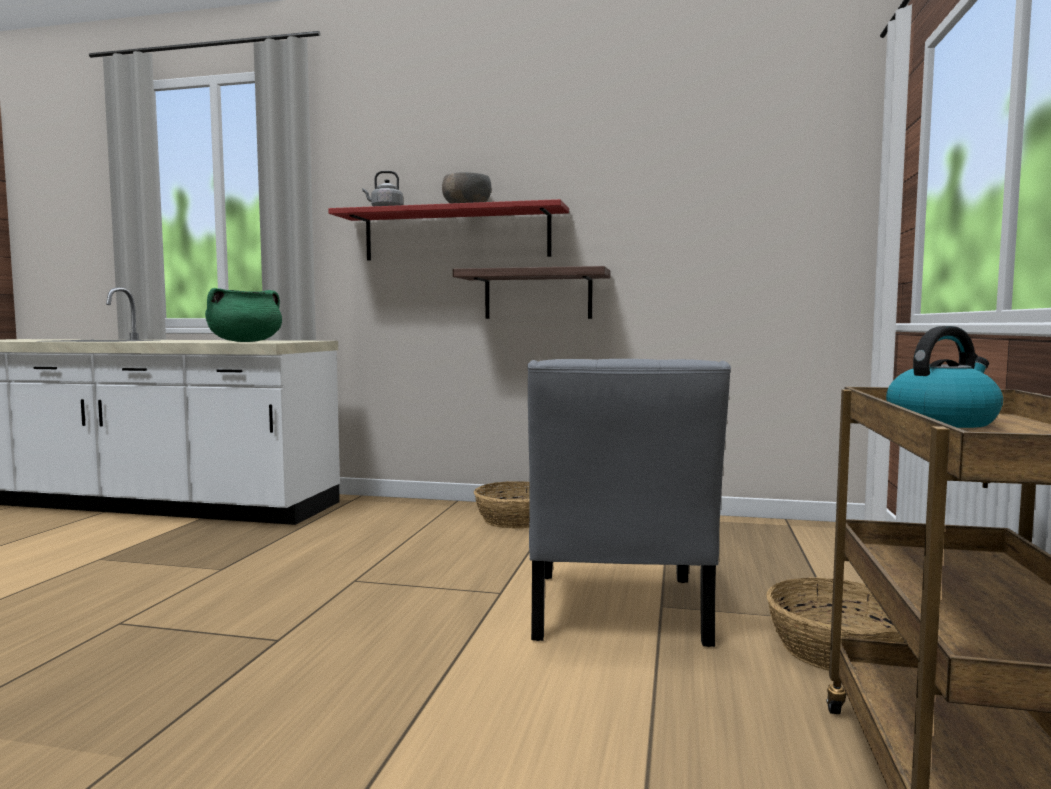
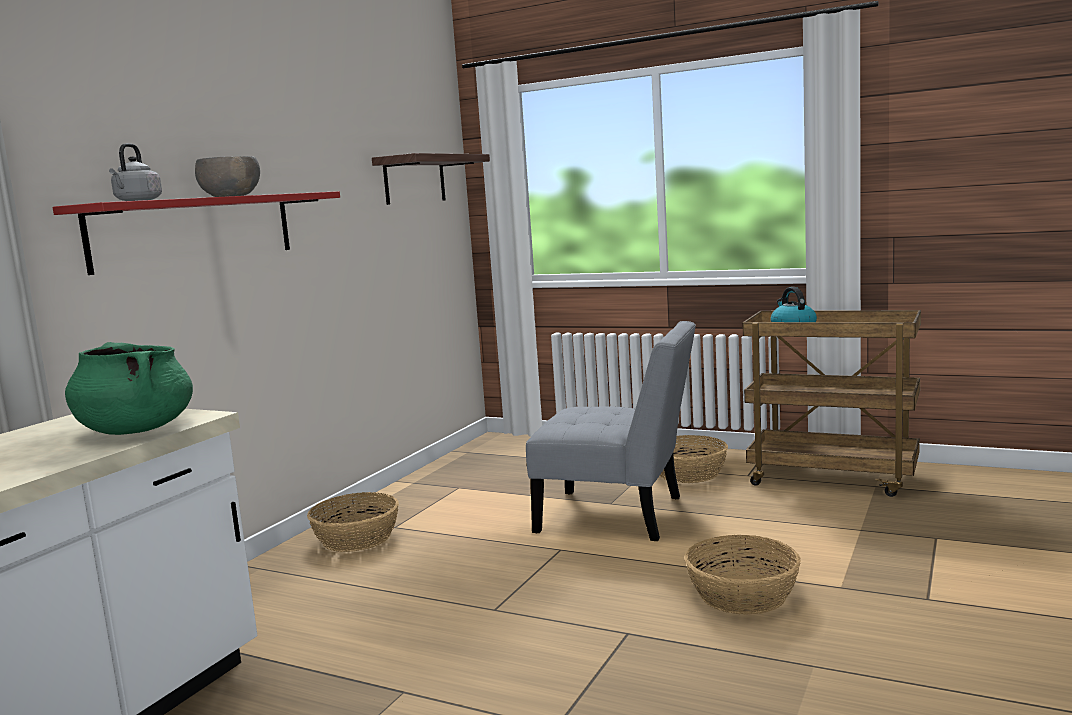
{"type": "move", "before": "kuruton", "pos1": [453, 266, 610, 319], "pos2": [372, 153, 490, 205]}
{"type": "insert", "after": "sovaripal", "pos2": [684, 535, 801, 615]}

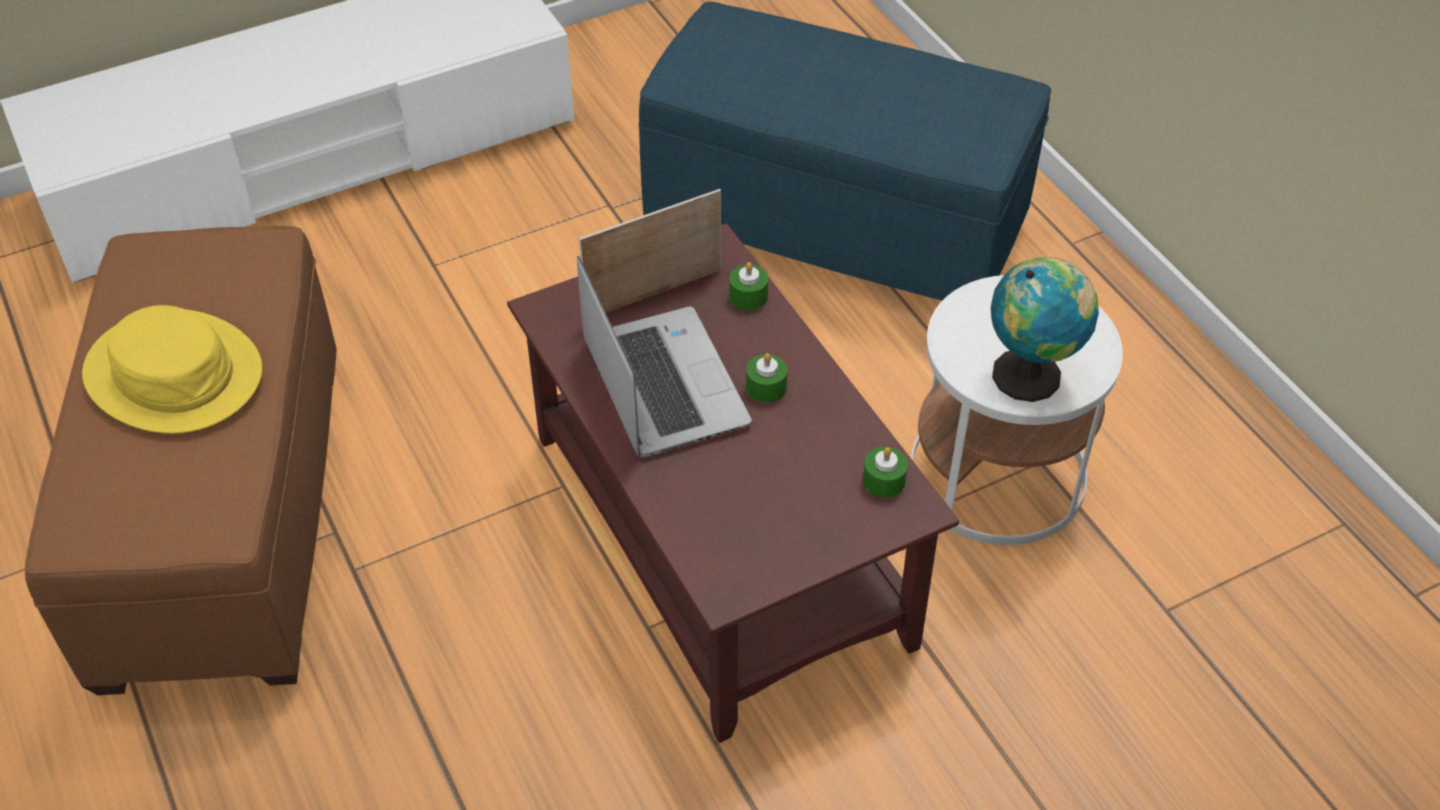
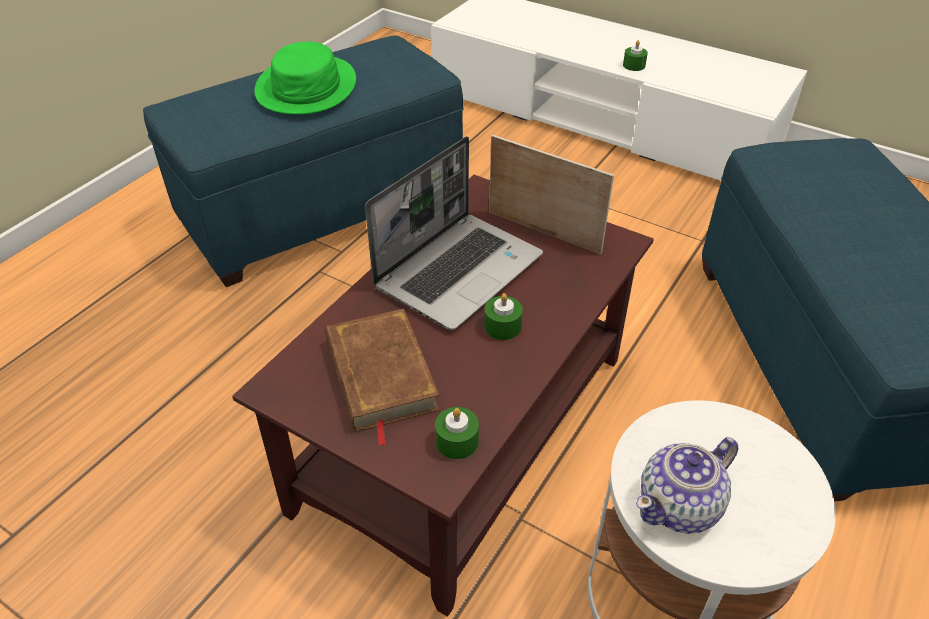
{"type": "recolor", "before": "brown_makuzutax", "after": "blue_makuzutax", "pos1": [25, 226, 337, 695], "pos2": [143, 35, 464, 287]}
{"type": "recolor", "before": "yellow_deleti", "after": "green_deleti", "pos1": [82, 305, 262, 434], "pos2": [254, 42, 356, 114]}
{"type": "insert", "after": "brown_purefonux", "pos2": [325, 309, 440, 446]}
{"type": "move", "before": "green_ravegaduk", "pos1": [729, 262, 768, 310], "pos2": [623, 40, 648, 71]}
{"type": "replace", "before": "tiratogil", "after": "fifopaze", "pos1": [991, 257, 1099, 402], "pos2": [636, 437, 738, 534]}

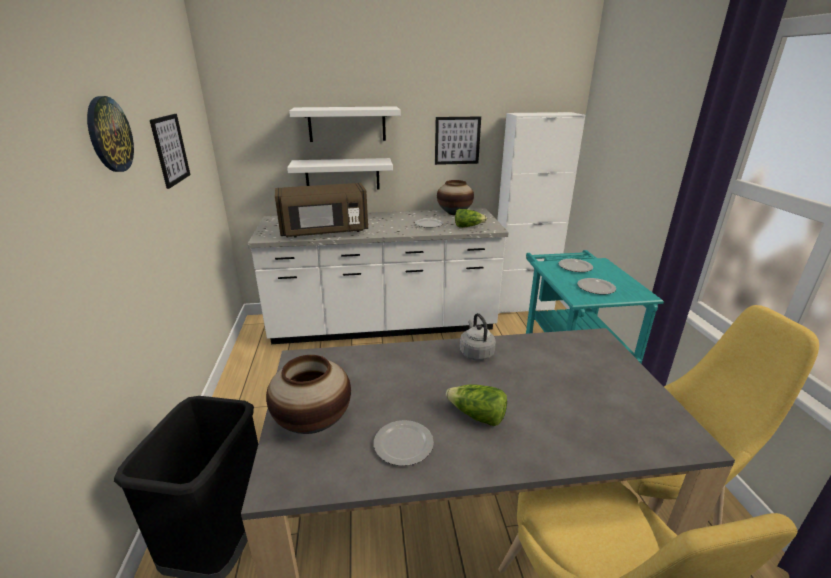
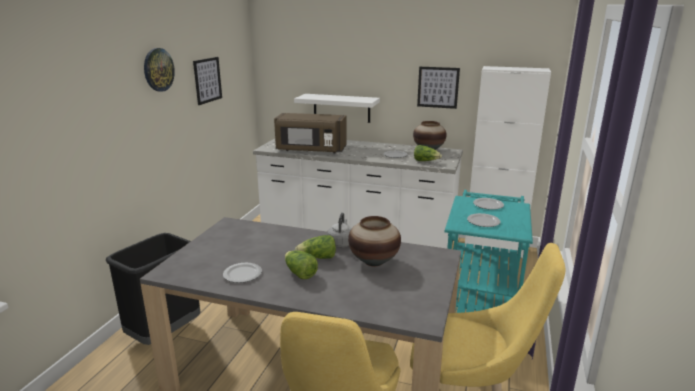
{"type": "insert", "after": "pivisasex", "pos2": [295, 235, 336, 259]}
{"type": "move", "before": "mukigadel", "pos1": [266, 355, 351, 434], "pos2": [348, 216, 401, 267]}
{"type": "delete", "before": "white_kuruton", "pos1": [289, 106, 400, 142]}

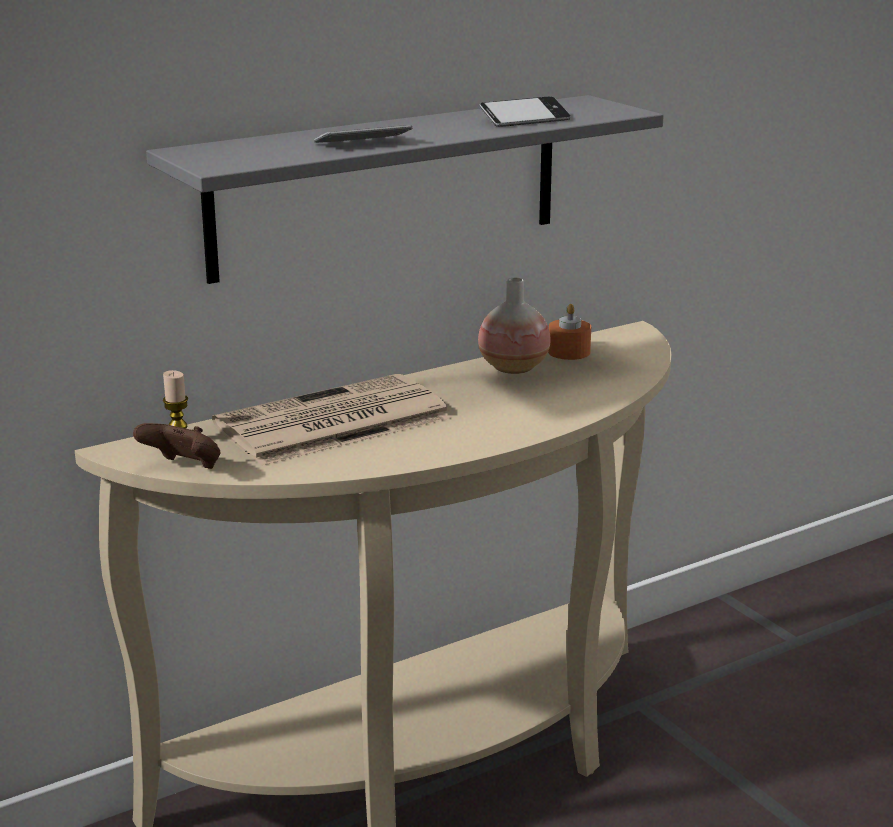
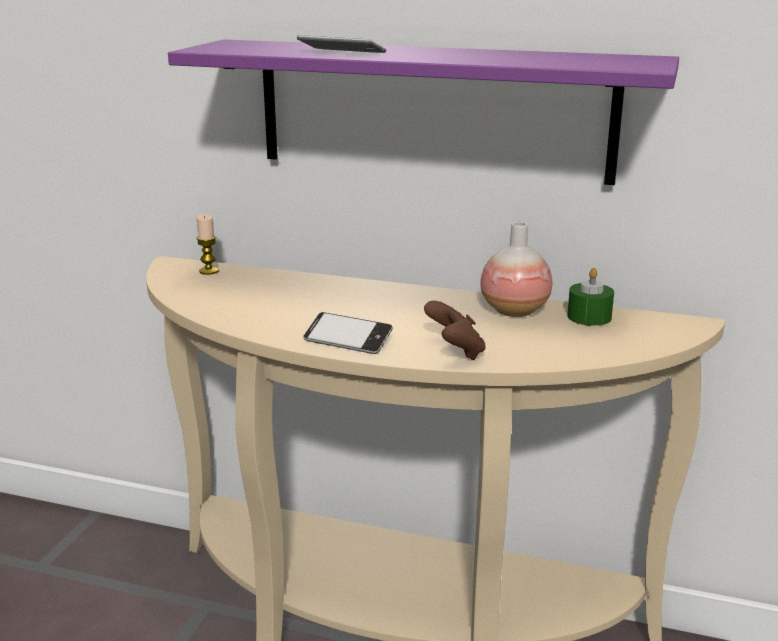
{"type": "recolor", "before": "grey_kuruton", "after": "purple_kuruton", "pos1": [146, 95, 664, 284], "pos2": [168, 39, 679, 185]}
{"type": "move", "before": "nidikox", "pos1": [479, 96, 571, 127], "pos2": [303, 312, 393, 354]}
{"type": "move", "before": "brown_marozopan", "pos1": [133, 423, 220, 469], "pos2": [424, 301, 486, 360]}
{"type": "recolor", "before": "orange_ravegaduk", "after": "green_ravegaduk", "pos1": [548, 304, 591, 360], "pos2": [567, 268, 614, 326]}
{"type": "delete", "before": "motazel", "pos1": [212, 374, 452, 466]}

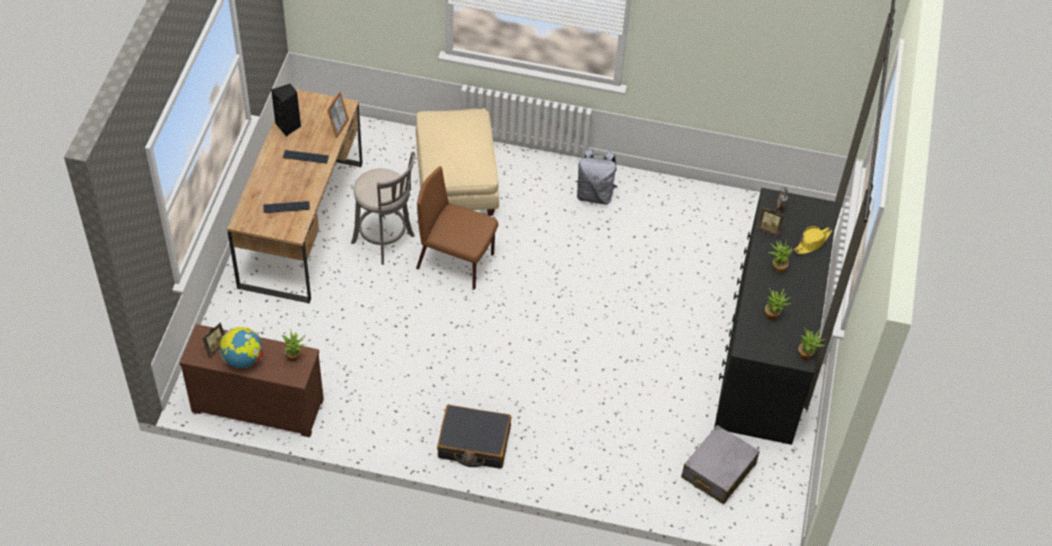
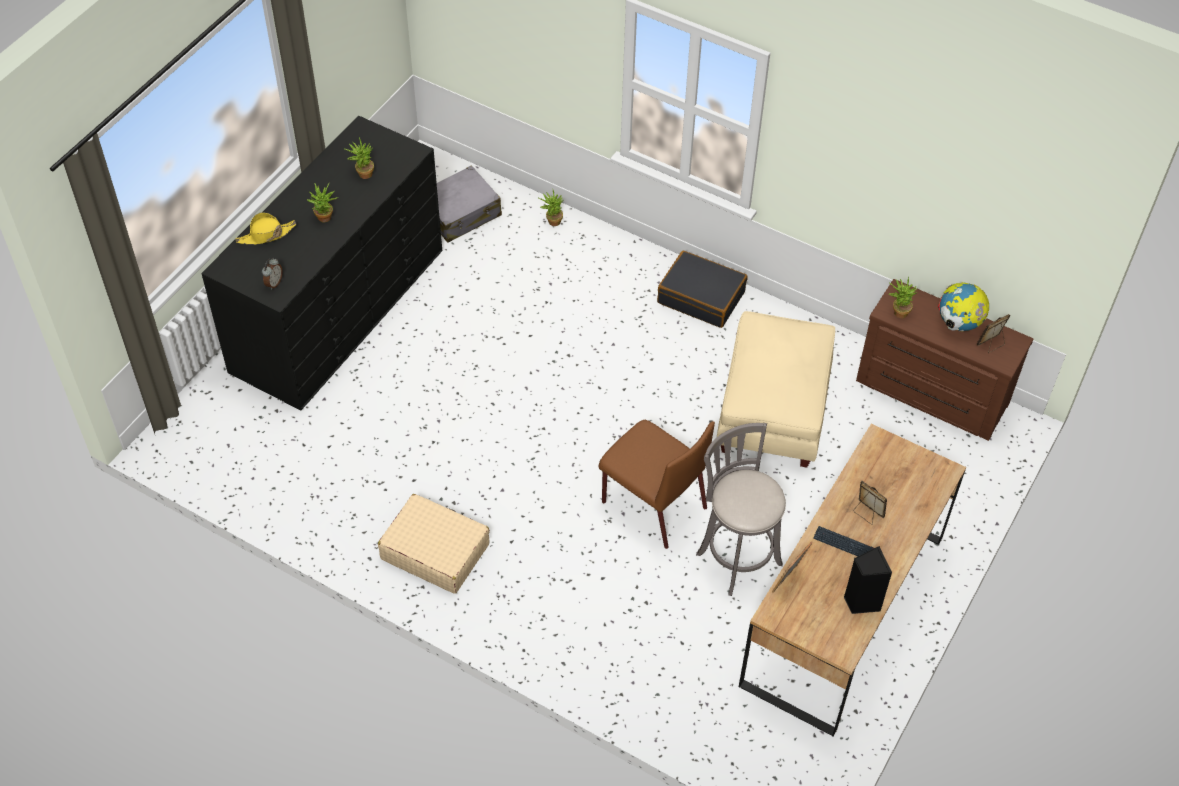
{"type": "replace", "before": "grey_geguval", "after": "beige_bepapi", "pos1": [575, 149, 617, 204], "pos2": [378, 494, 490, 594]}
{"type": "move", "before": "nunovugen", "pos1": [798, 327, 827, 360], "pos2": [539, 190, 563, 226]}
{"type": "move", "before": "beige_makuzutax", "pos1": [416, 108, 499, 216], "pos2": [717, 311, 835, 468]}
{"type": "move", "before": "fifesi", "pos1": [757, 207, 785, 237], "pos2": [853, 481, 887, 525]}
{"type": "delete", "before": "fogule", "pos1": [263, 201, 310, 213]}

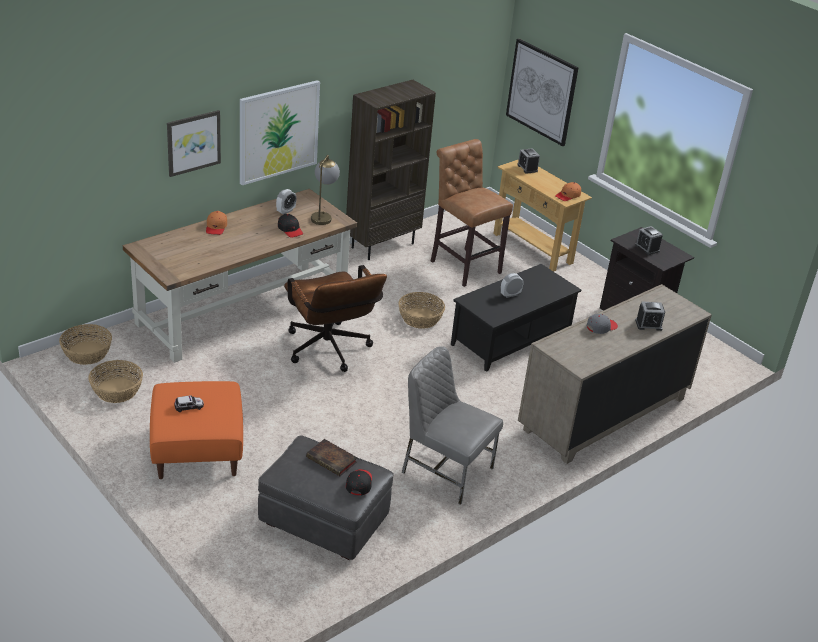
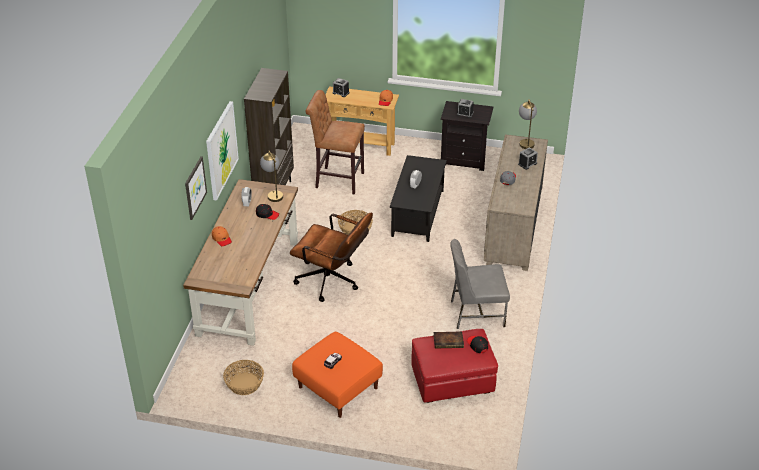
{"type": "recolor", "before": "grey_makuzutax", "after": "red_makuzutax", "pos1": [258, 435, 394, 560], "pos2": [412, 329, 498, 403]}
{"type": "insert", "after": "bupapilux", "pos2": [519, 99, 537, 149]}
{"type": "delete", "before": "sovaripal", "pos1": [59, 324, 112, 365]}
{"type": "delete", "before": "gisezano", "pos1": [506, 39, 579, 146]}

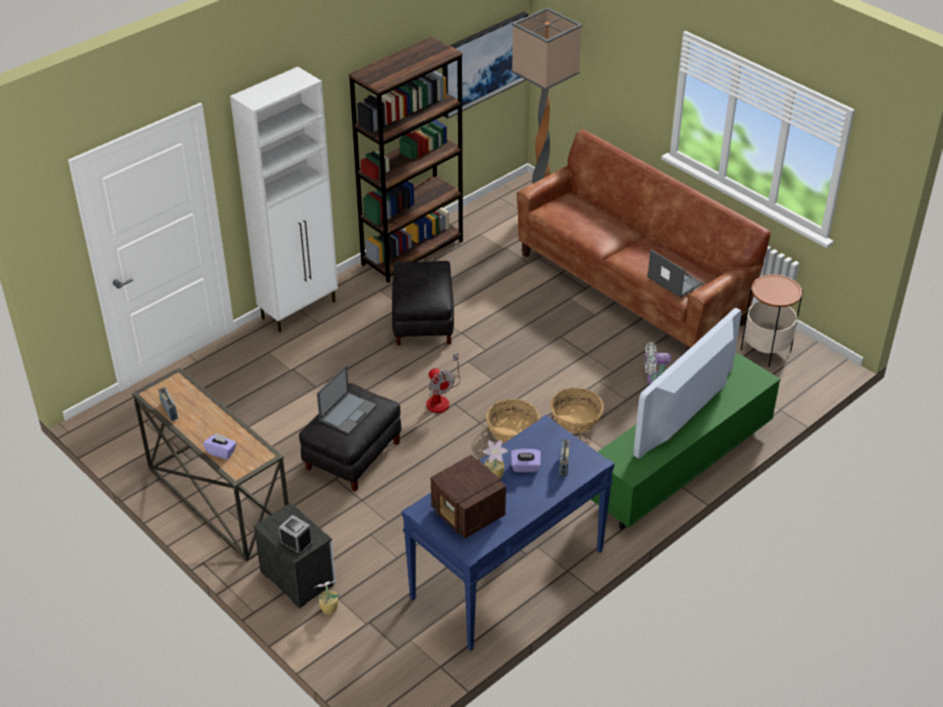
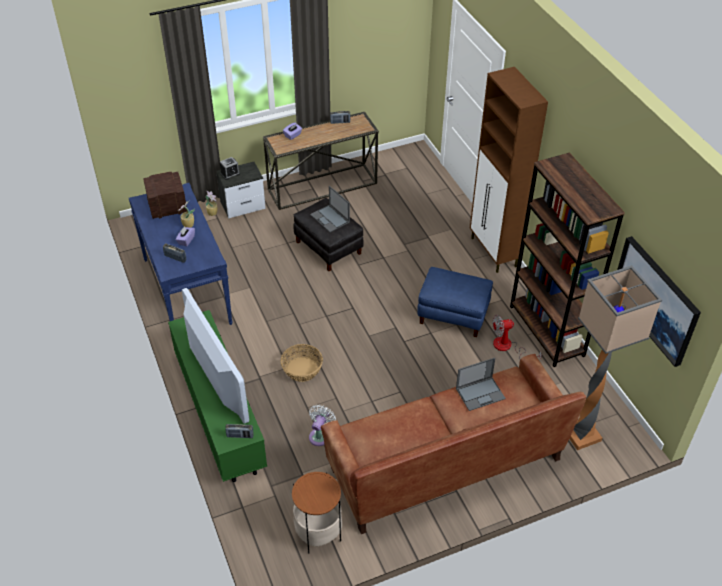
{"type": "insert", "after": "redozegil", "pos2": [225, 424, 253, 438]}
{"type": "recolor", "before": "black_makuzutax", "after": "blue_makuzutax", "pos1": [392, 261, 454, 345], "pos2": [417, 267, 493, 337]}
{"type": "move", "before": "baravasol", "pos1": [648, 250, 703, 298], "pos2": [456, 358, 506, 411]}
{"type": "recolor", "before": "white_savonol", "after": "brown_savonol", "pos1": [230, 67, 338, 332], "pos2": [470, 67, 548, 273]}
{"type": "move", "before": "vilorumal", "pos1": [426, 353, 460, 413], "pos2": [493, 314, 542, 359]}
{"type": "delete", "before": "sovaripal", "pos1": [486, 399, 540, 443]}

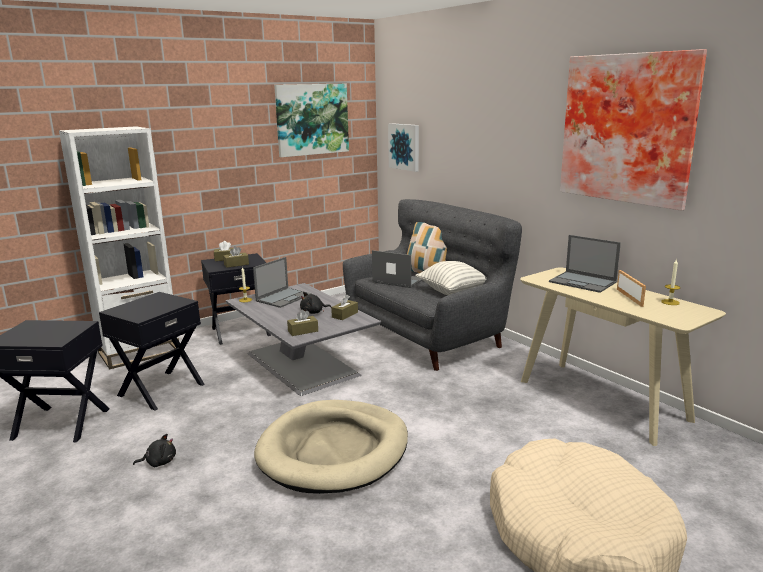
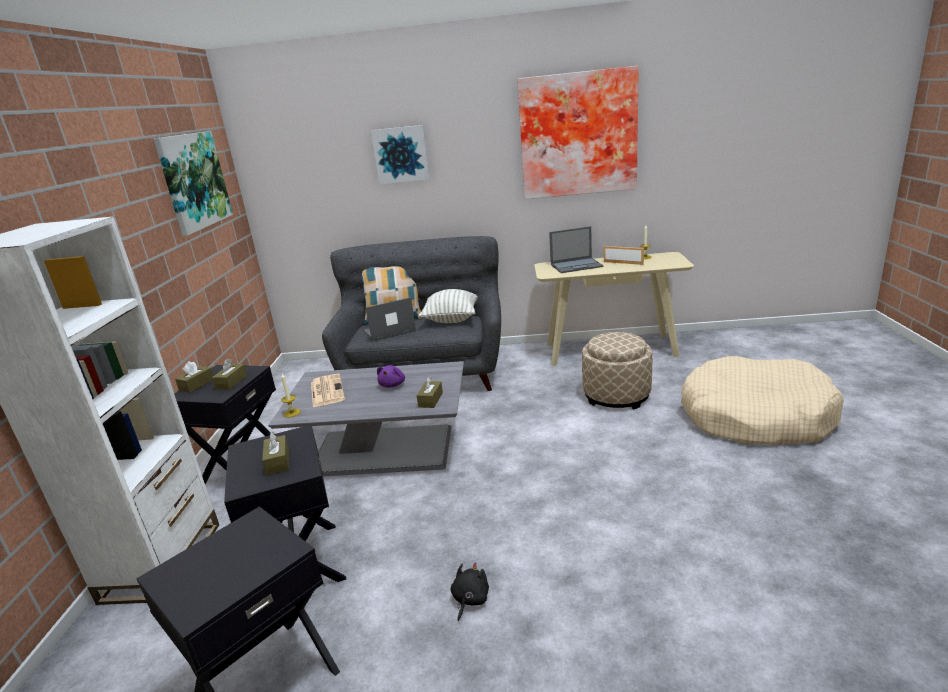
{"type": "move", "before": "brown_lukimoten", "pos1": [331, 294, 358, 320], "pos2": [262, 431, 289, 475]}
{"type": "replace", "before": "baravasol", "after": "motazel", "pos1": [253, 257, 312, 308], "pos2": [311, 374, 345, 407]}
{"type": "move", "before": "gisezano", "pos1": [388, 123, 419, 172], "pos2": [371, 125, 430, 184]}
{"type": "recolor", "before": "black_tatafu", "after": "purple_tatafu", "pos1": [300, 292, 331, 314], "pos2": [377, 365, 405, 388]}
{"type": "insert", "after": "beige_makuzutax", "pos2": [582, 332, 652, 410]}
{"type": "delete", "before": "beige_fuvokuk", "pos1": [254, 400, 408, 494]}

